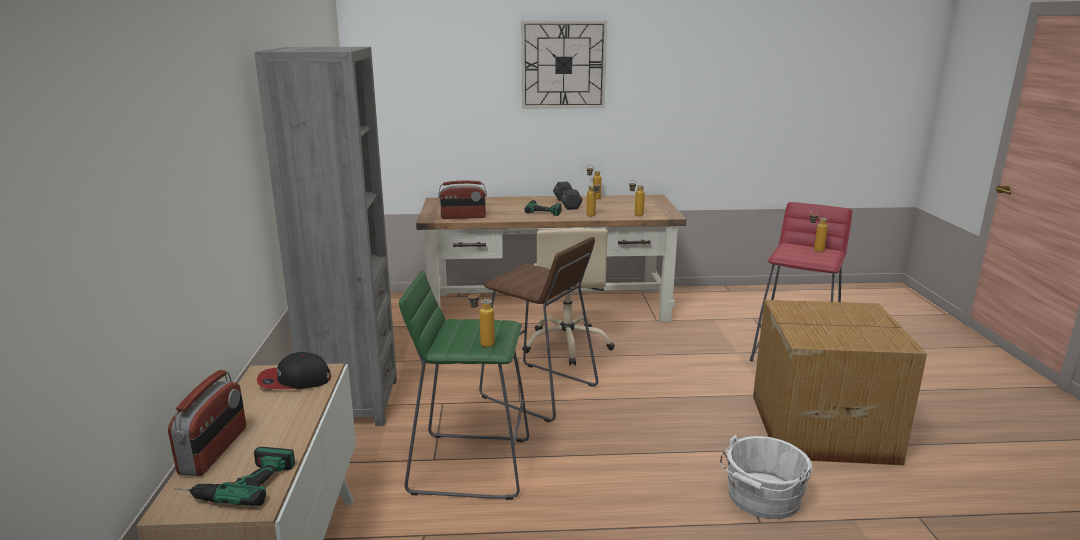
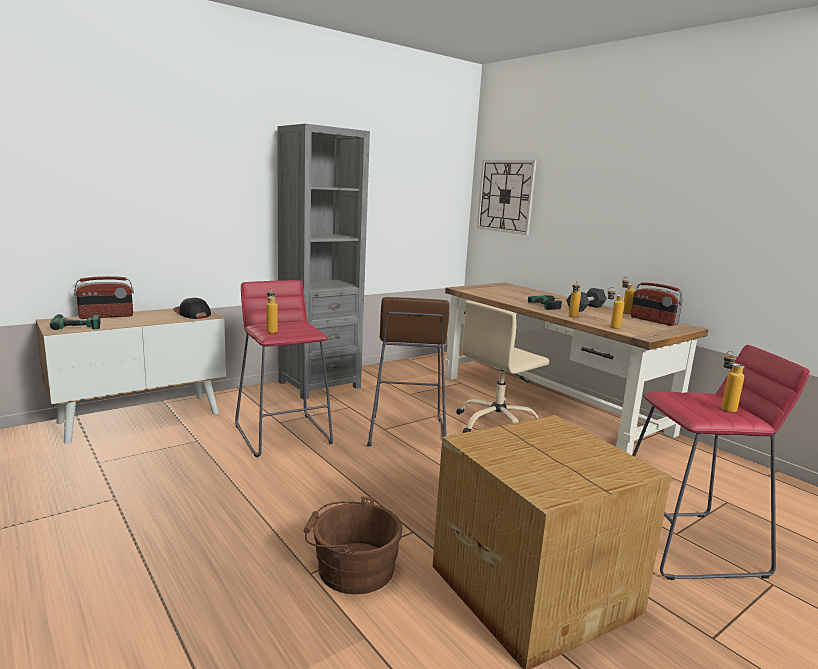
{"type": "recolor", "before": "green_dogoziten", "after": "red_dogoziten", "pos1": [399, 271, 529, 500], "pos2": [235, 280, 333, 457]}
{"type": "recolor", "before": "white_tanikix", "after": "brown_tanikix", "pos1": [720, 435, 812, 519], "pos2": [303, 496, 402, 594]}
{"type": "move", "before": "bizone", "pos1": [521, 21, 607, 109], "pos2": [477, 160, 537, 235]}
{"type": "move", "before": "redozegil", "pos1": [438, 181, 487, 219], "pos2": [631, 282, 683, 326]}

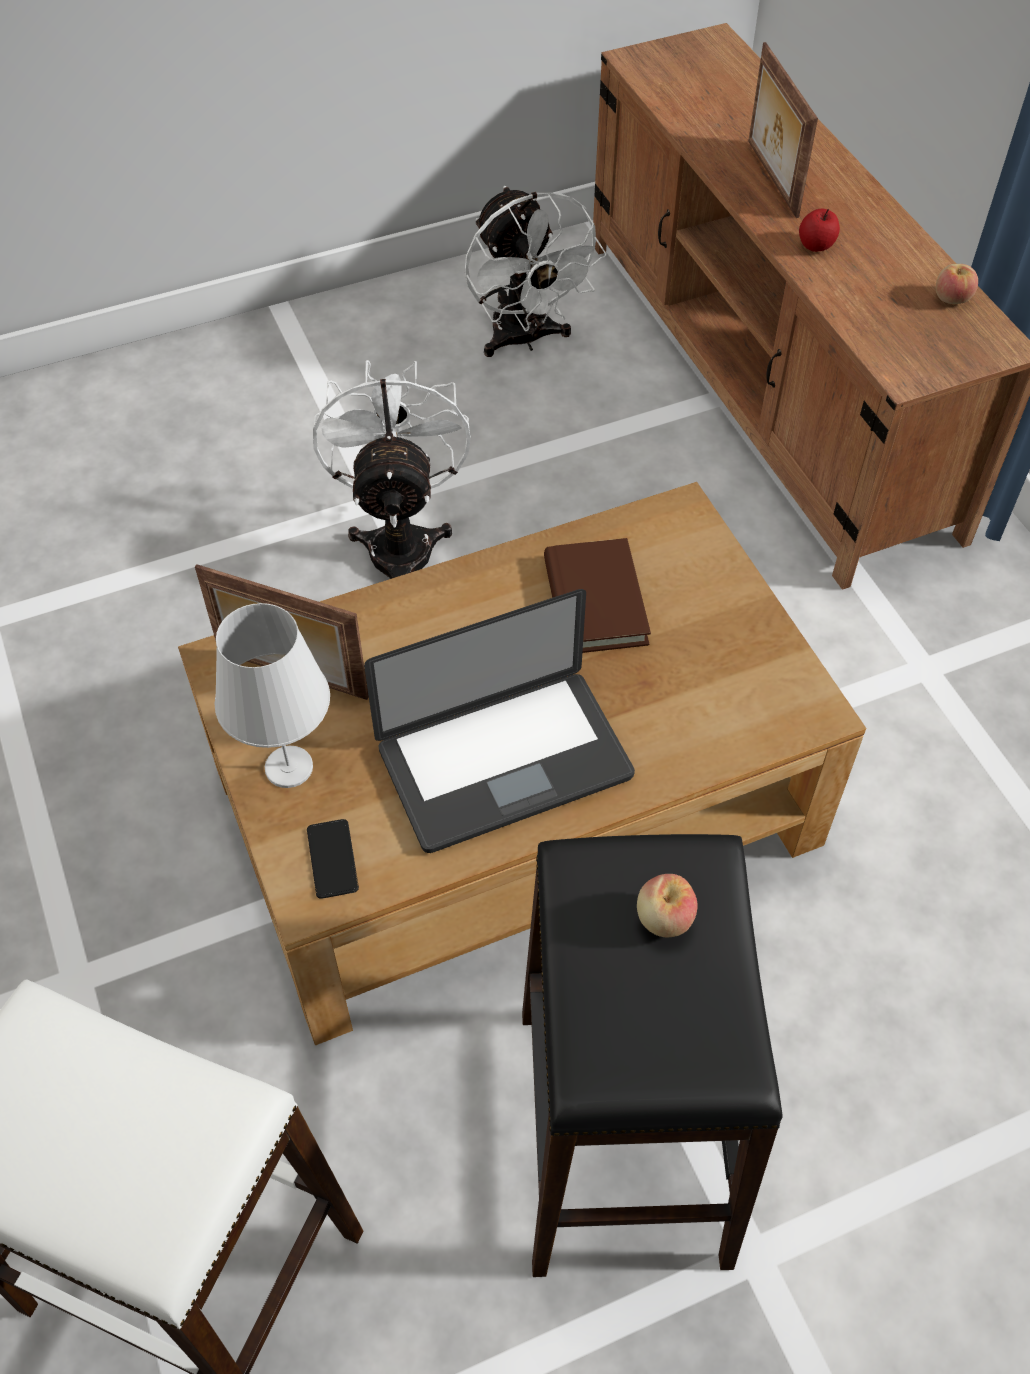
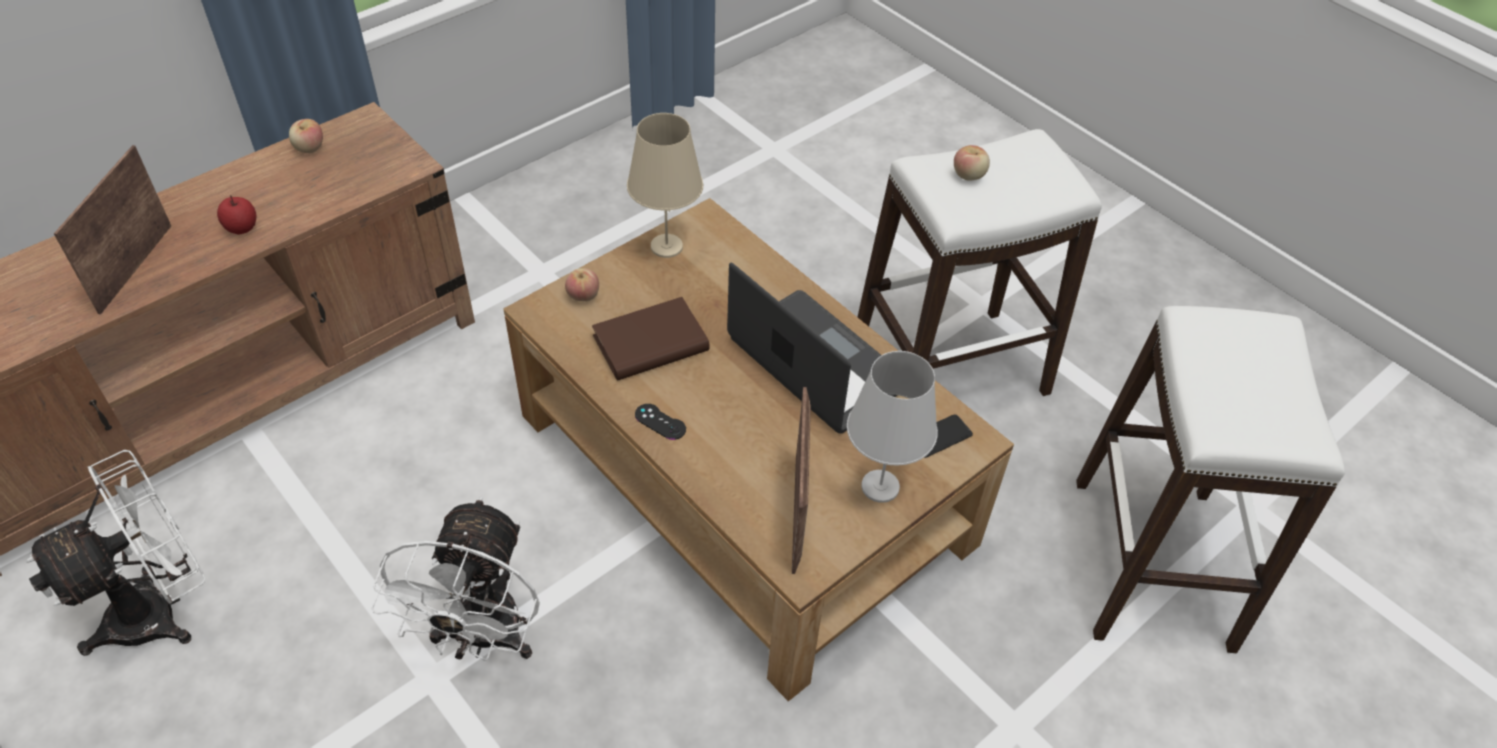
{"type": "rotate", "before": "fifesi", "pos1": [748, 42, 818, 218], "pos2": [54, 145, 171, 314], "turn": 135}
{"type": "rotate", "before": "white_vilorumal", "pos1": [313, 360, 471, 579], "pos2": [371, 496, 540, 661], "turn": -60}
{"type": "insert", "after": "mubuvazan", "pos2": [565, 268, 599, 301]}
{"type": "insert", "after": "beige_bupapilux", "pos2": [627, 113, 703, 258]}
{"type": "insert", "after": "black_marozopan", "pos2": [635, 404, 686, 440]}
{"type": "recolor", "before": "black_dogoziten", "after": "white_dogoziten", "pos1": [522, 834, 783, 1277], "pos2": [858, 129, 1102, 396]}

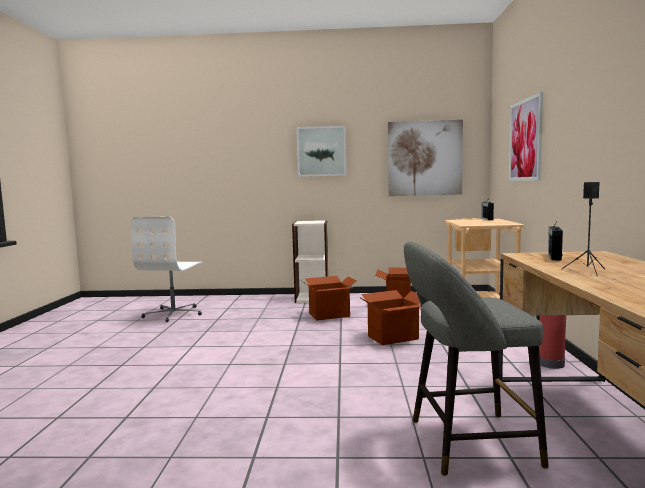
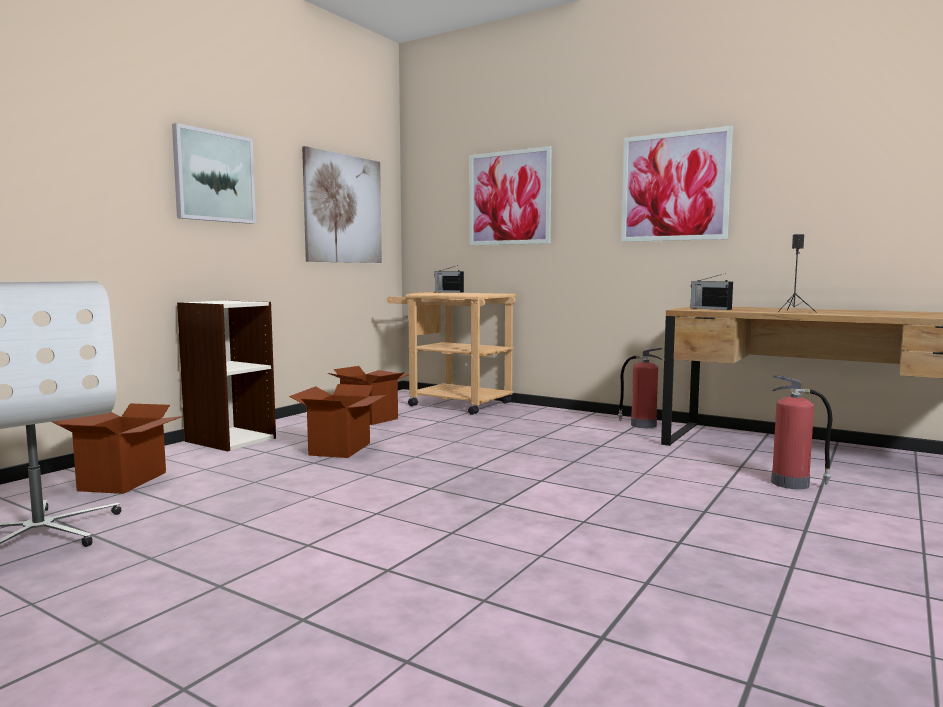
{"type": "move", "before": "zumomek", "pos1": [359, 290, 422, 345], "pos2": [52, 403, 184, 494]}
{"type": "insert", "after": "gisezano", "pos2": [621, 126, 733, 242]}
{"type": "replace", "before": "grey_dogoziten", "after": "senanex", "pos1": [404, 242, 549, 476], "pos2": [771, 375, 832, 489]}

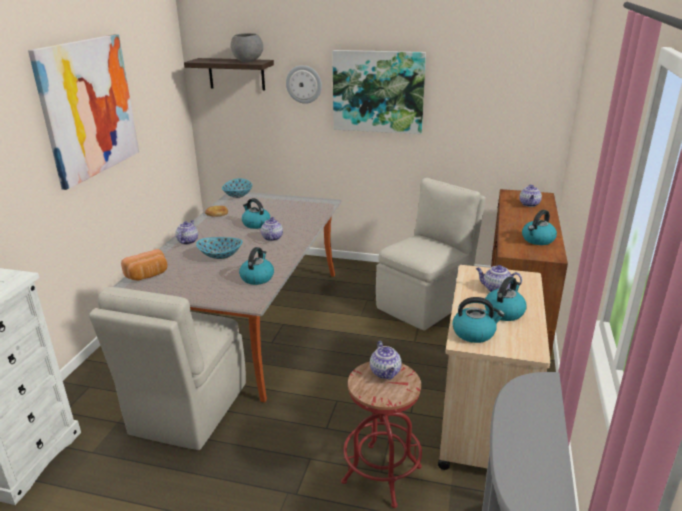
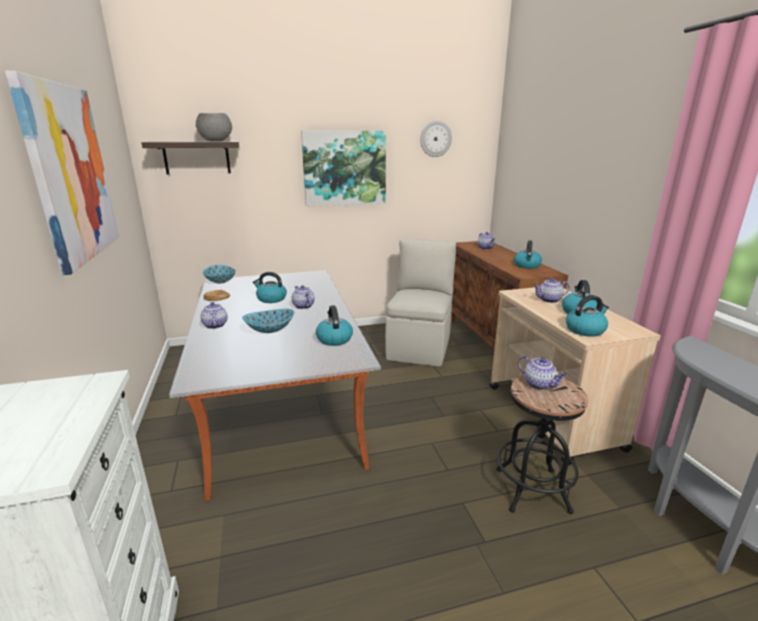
{"type": "move", "before": "bizone", "pos1": [286, 65, 322, 104], "pos2": [420, 121, 452, 157]}
{"type": "recolor", "before": "red_dogoziten", "after": "black_dogoziten", "pos1": [341, 362, 422, 508], "pos2": [496, 375, 588, 514]}
{"type": "delete", "before": "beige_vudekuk", "pos1": [89, 287, 246, 450]}
{"type": "delete", "before": "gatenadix", "pos1": [121, 249, 168, 280]}

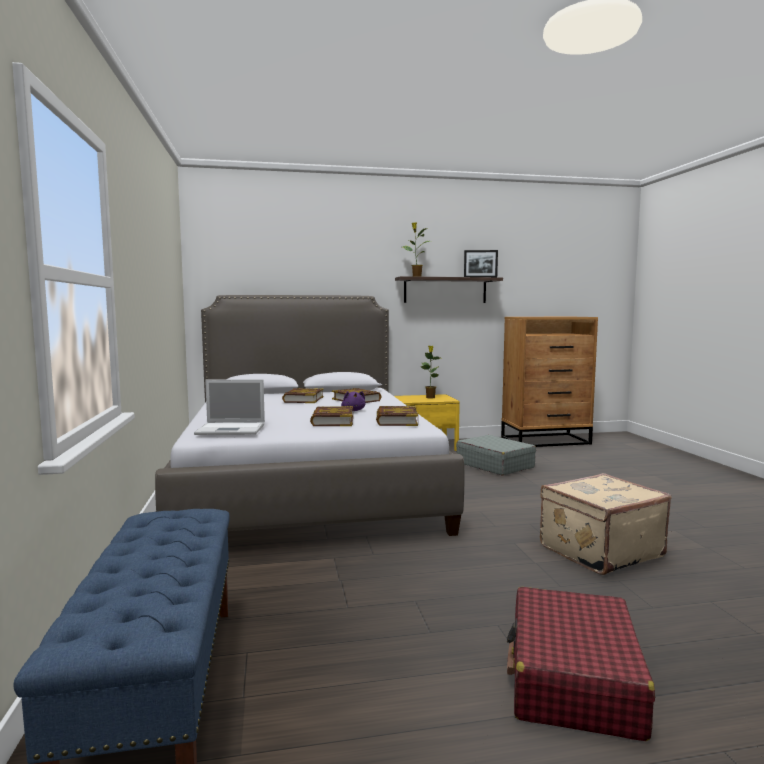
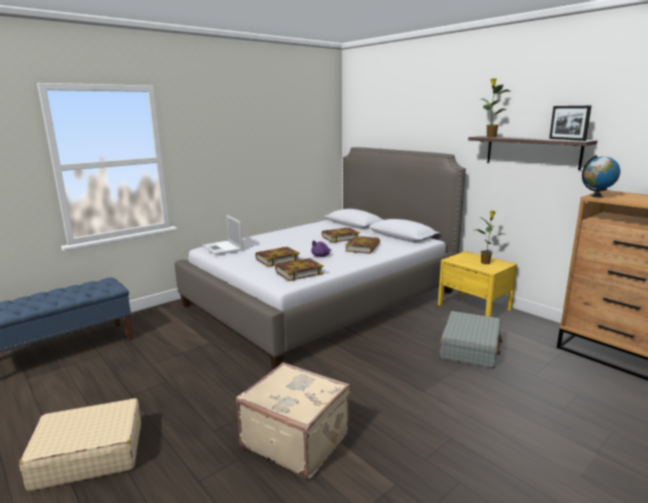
{"type": "recolor", "before": "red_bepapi", "after": "beige_bepapi", "pos1": [507, 587, 655, 741], "pos2": [19, 398, 141, 491]}
{"type": "insert", "after": "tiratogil", "pos2": [582, 155, 620, 198]}

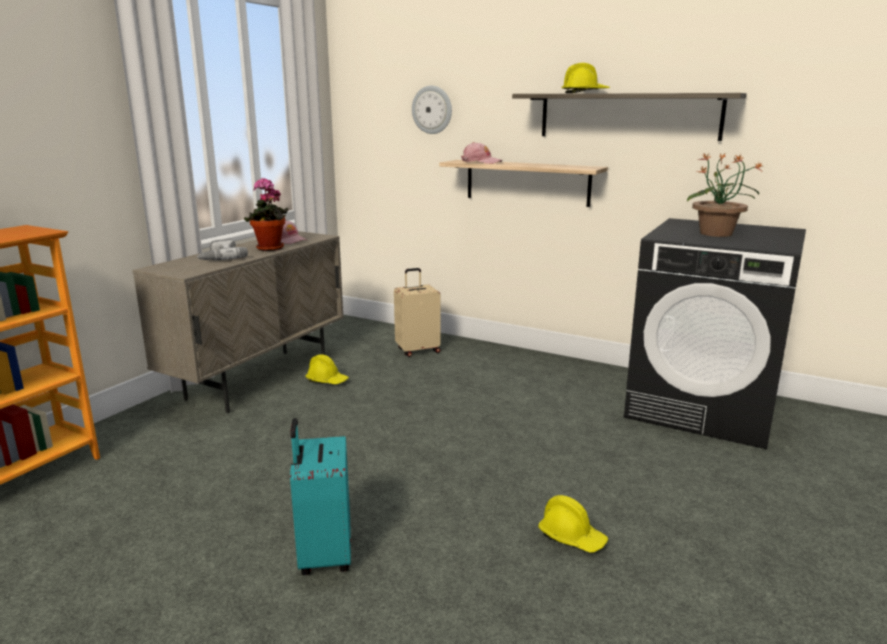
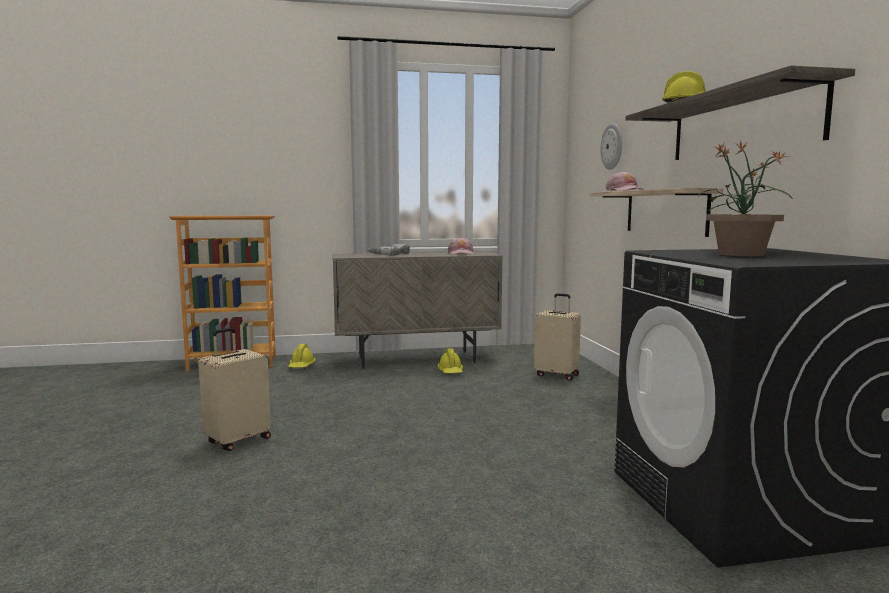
{"type": "recolor", "before": "turquoise_bepapi", "after": "beige_bepapi", "pos1": [290, 418, 351, 575], "pos2": [198, 328, 271, 451]}
{"type": "move", "before": "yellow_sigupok", "pos1": [538, 495, 608, 553], "pos2": [288, 344, 316, 368]}
{"type": "delete", "before": "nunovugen", "pos1": [244, 178, 289, 251]}

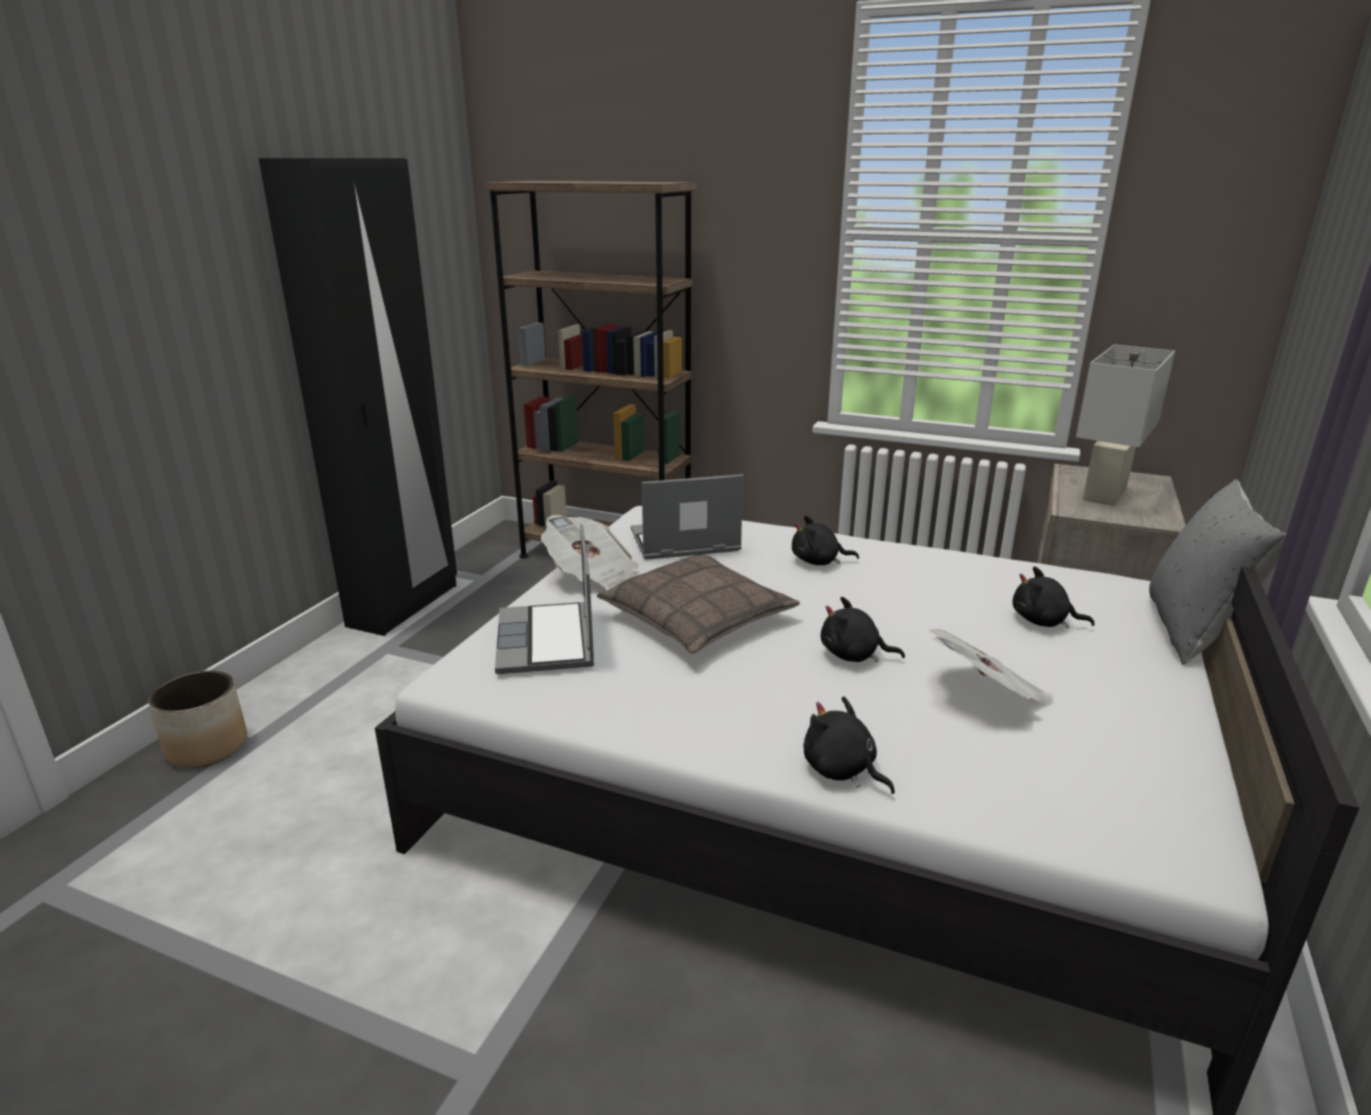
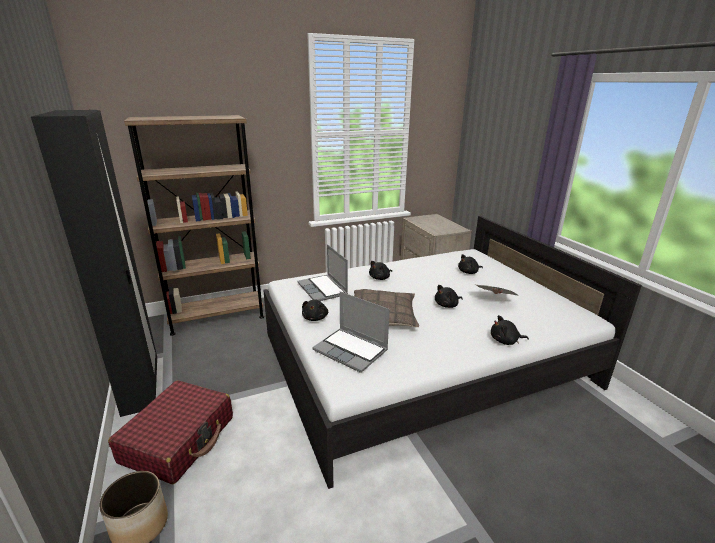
{"type": "insert", "after": "red_bepapi", "pos2": [108, 380, 233, 485]}
{"type": "rotate", "before": "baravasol", "pos1": [631, 474, 743, 560], "pos2": [297, 244, 348, 301], "turn": -60}
{"type": "replace", "before": "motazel", "after": "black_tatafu", "pos1": [541, 515, 639, 590], "pos2": [302, 300, 328, 321]}
{"type": "delete", "before": "white_bupapilux", "pos1": [1076, 345, 1175, 506]}
{"type": "delete", "before": "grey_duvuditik", "pos1": [1149, 479, 1286, 665]}

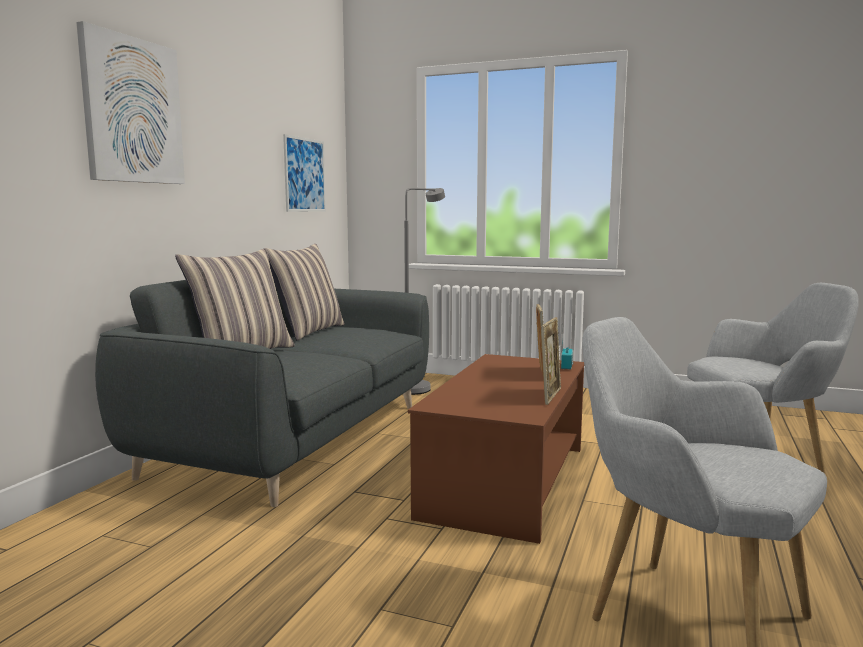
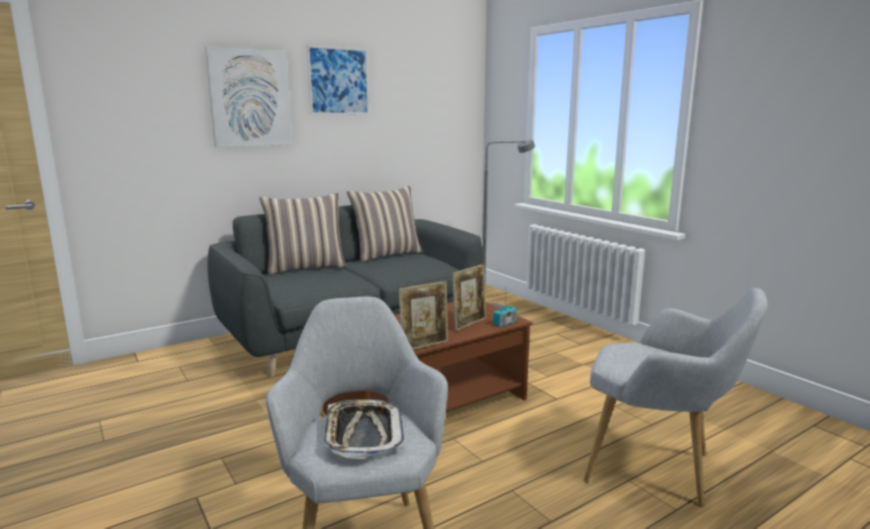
{"type": "move", "before": "gisezano", "pos1": [283, 134, 326, 212], "pos2": [307, 45, 369, 115]}
{"type": "insert", "after": "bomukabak", "pos2": [324, 400, 404, 459]}

